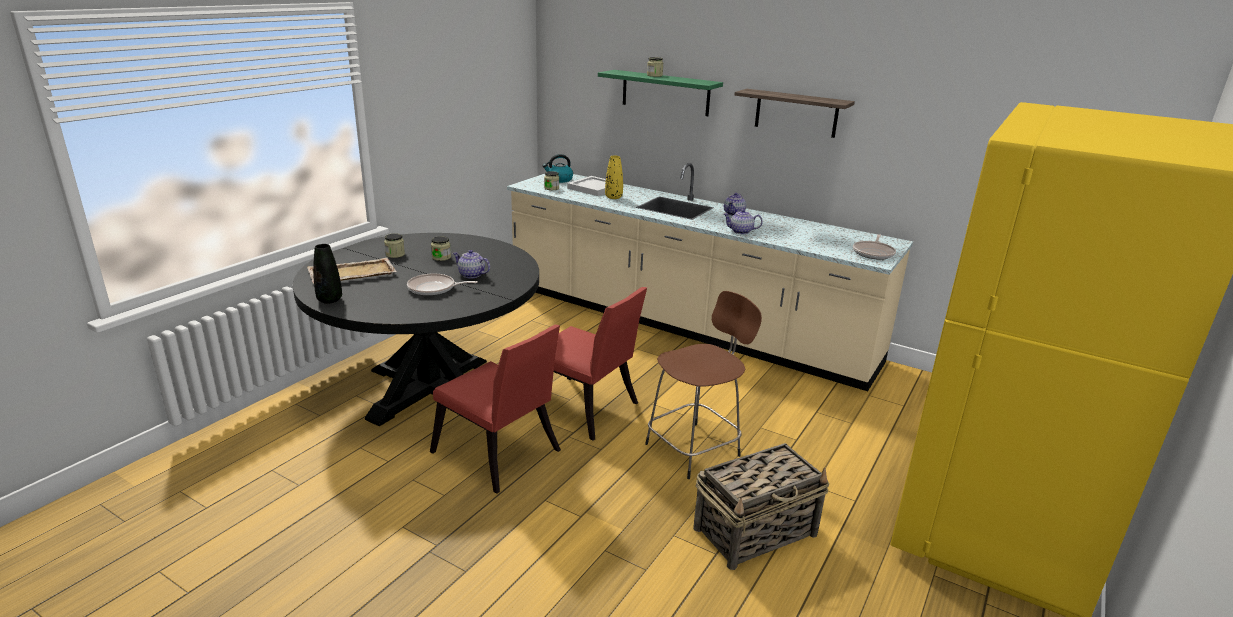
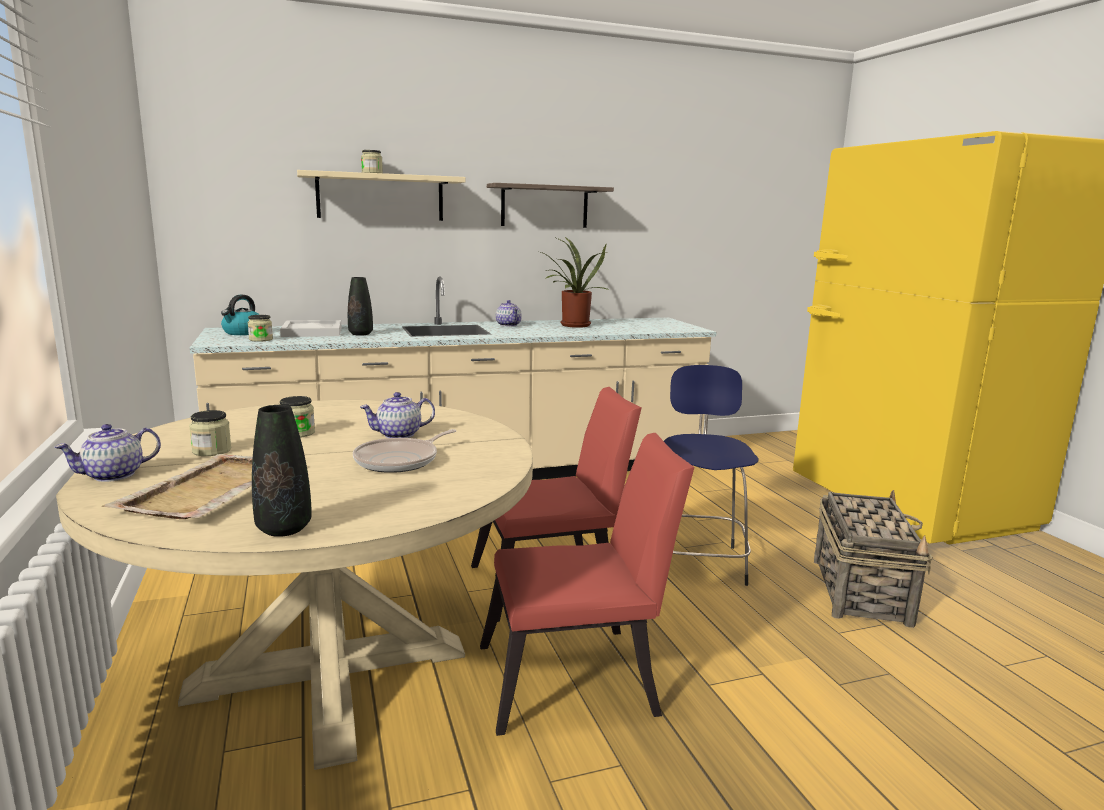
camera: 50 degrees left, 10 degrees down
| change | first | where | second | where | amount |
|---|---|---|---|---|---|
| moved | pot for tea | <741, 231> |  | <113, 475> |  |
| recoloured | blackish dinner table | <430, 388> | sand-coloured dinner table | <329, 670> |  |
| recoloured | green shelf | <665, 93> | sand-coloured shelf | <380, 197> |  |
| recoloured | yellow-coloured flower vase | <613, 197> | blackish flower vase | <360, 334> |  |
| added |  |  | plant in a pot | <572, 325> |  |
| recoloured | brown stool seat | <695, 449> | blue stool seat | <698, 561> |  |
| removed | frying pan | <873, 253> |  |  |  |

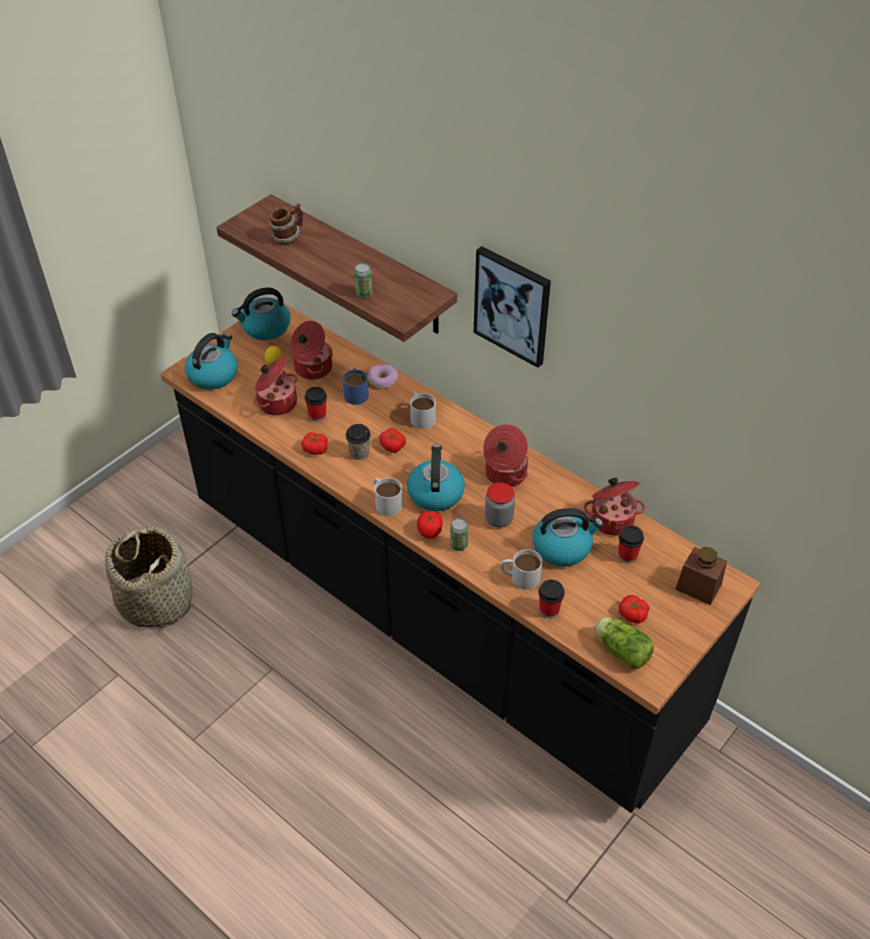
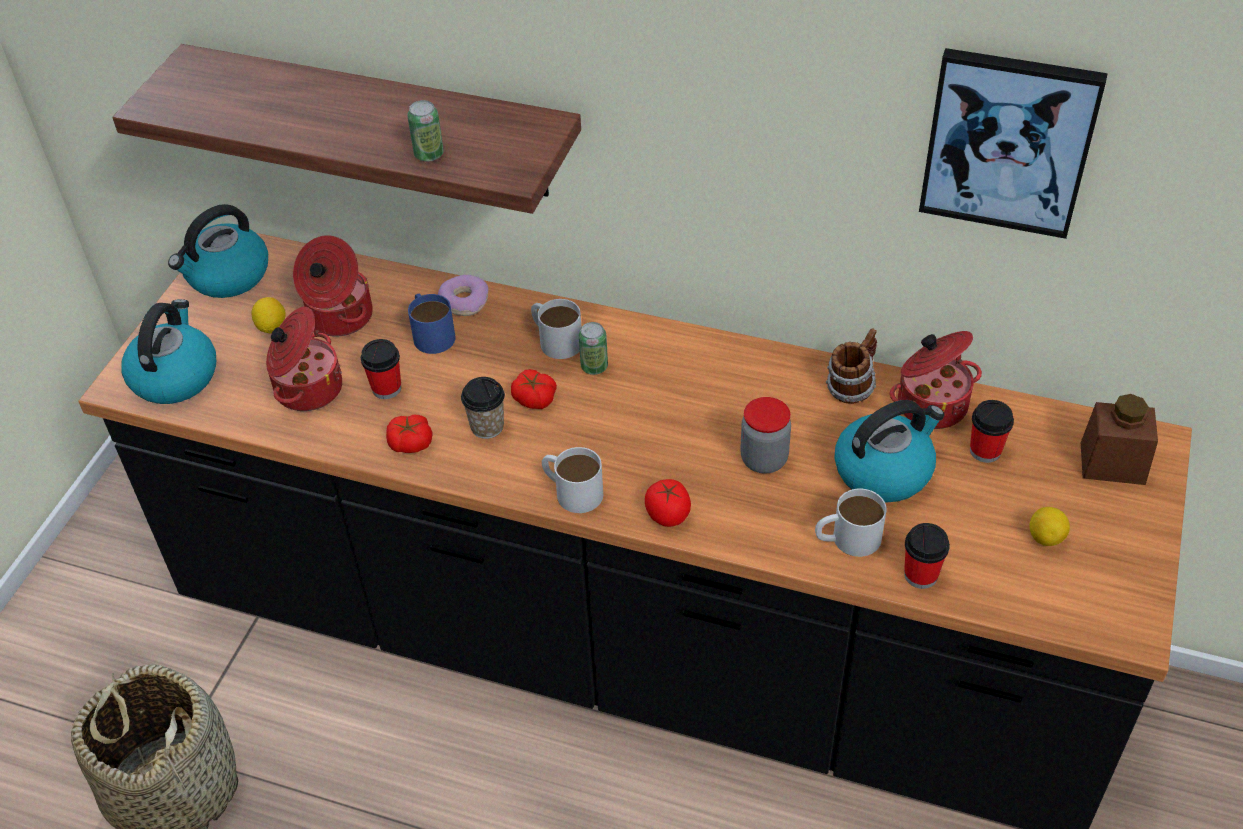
camera: 20 degrees left, 0 degrees up
| change | first | where | second | where | amount |
|---|---|---|---|---|---|
| moved | sealed can | <458, 545> |  | <594, 367> |  |
| moved | mug | <288, 237> |  | <851, 387> |  |
| moved | wall art | <512, 305> |  | <1008, 141> |  |
| replaced | fresh tomato | <632, 614> | citrus fruit | <1045, 537> |  |
| removed | tea kettle | <435, 493> |  |  |  |
| removed | cooking pot | <504, 474> |  |  |  |
| removed | head of lettuce | <620, 649> |  |  |  |

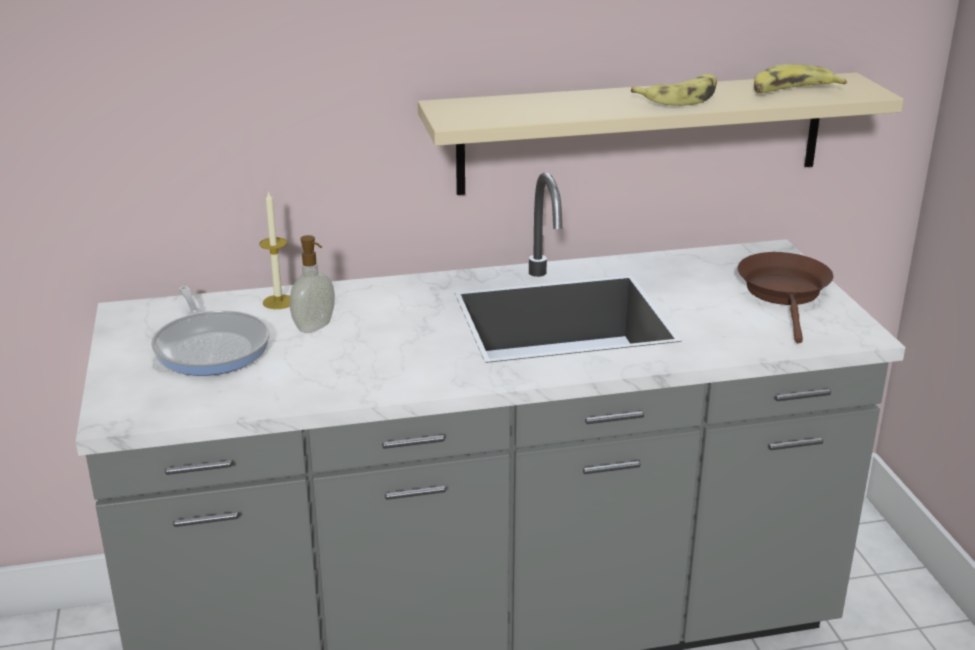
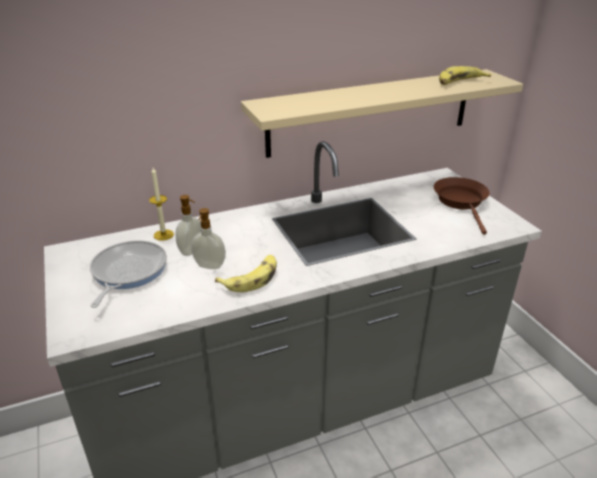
camera: 10 degrees left, 5 degrees up
| change | first | where | second | where | amount |
|---|---|---|---|---|---|
| turned | frying pan | <211, 347> |  | <127, 272> | 135 degrees counterclockwise |
| added |  |  | soap bottle | <209, 266> |  |
| moved | banana fruit | <680, 98> |  | <251, 278> |  |

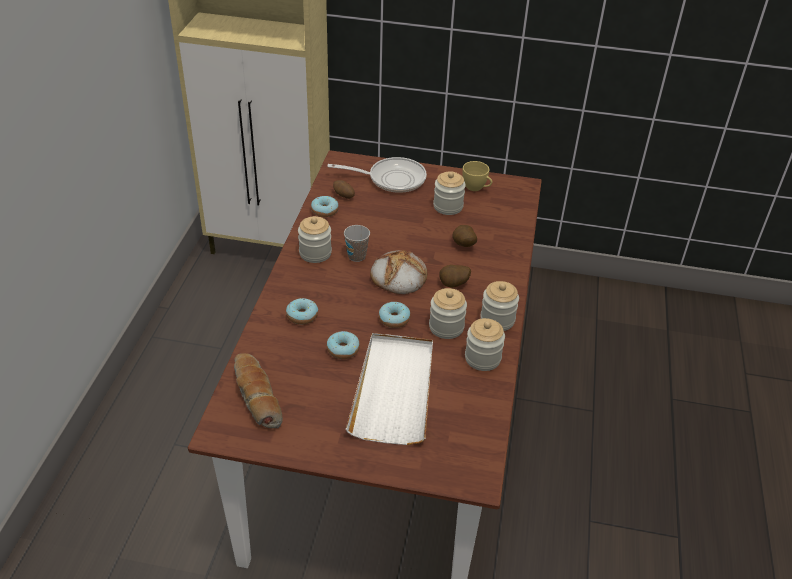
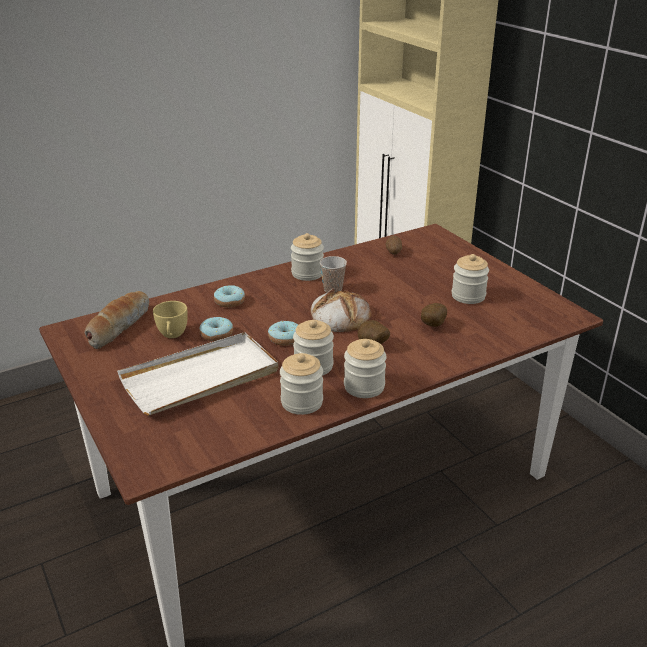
camera: 50 degrees right, 10 degrees down
| change | first | where | second | where | amount |
|---|---|---|---|---|---|
| moved | yellow-coloured cup | <476, 188> |  | <172, 335> |  |
| removed | donut | <325, 211> |  |  |  |
| removed | frying pan | <391, 179> |  |  |  |

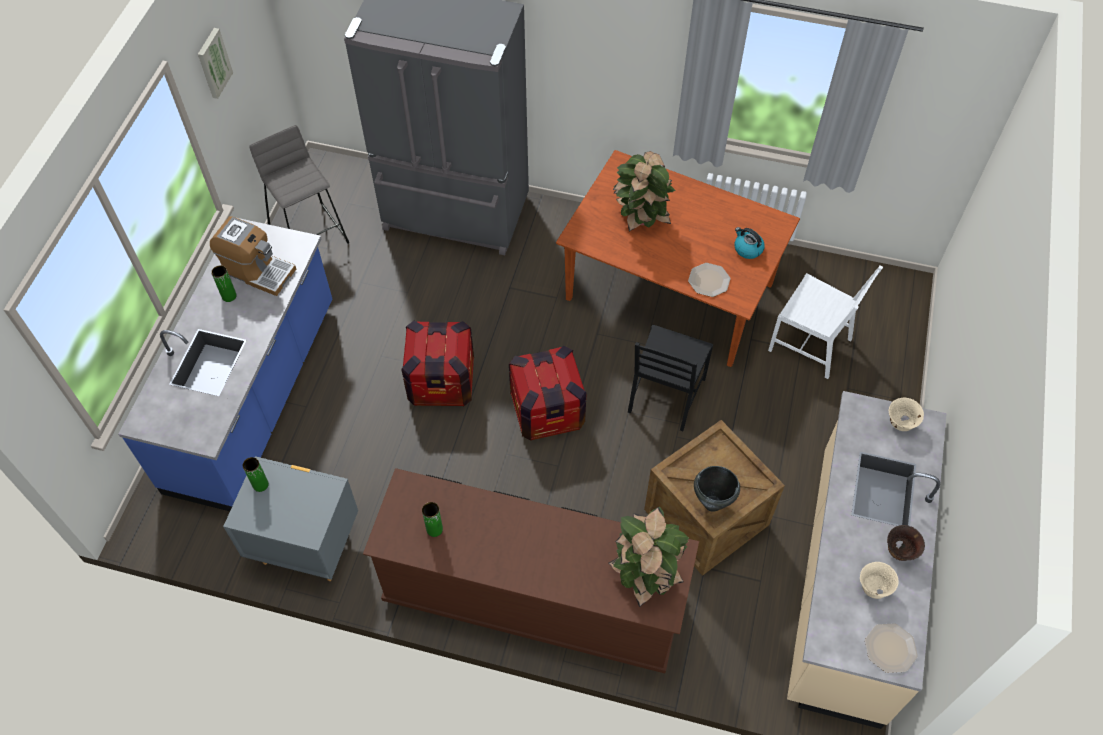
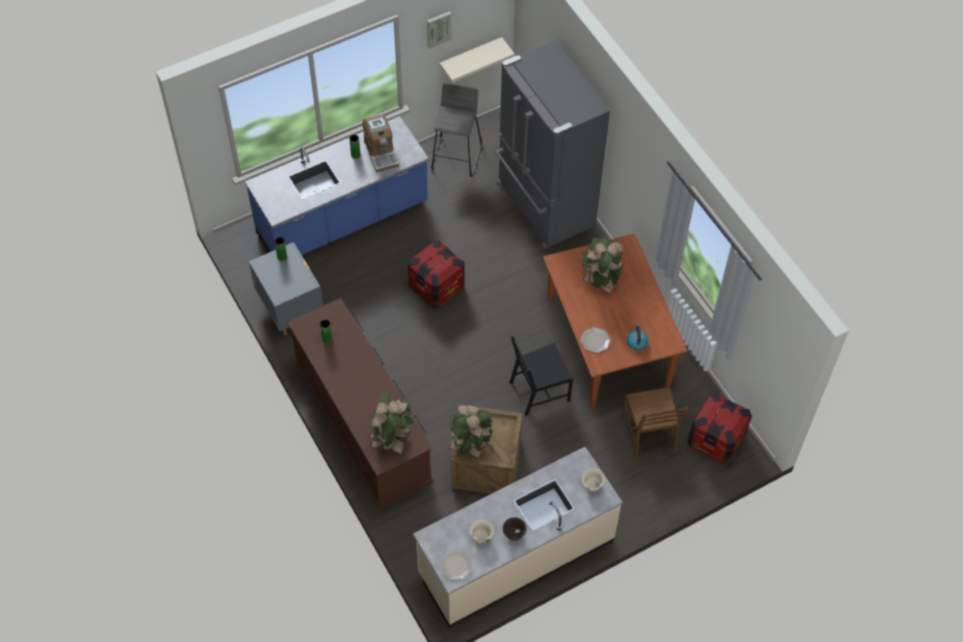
camera: 45 degrees right, 0 degrees up
| change | first | where | second | where | amount |
|---|---|---|---|---|---|
| added |  |  | sand-coloured shelf | <470, 57> |  |
| replaced | blackish cooking pot | <712, 504> | plant in a pot | <470, 446> |  |
| recoloured | whitish plain chair | <811, 344> | brown plain chair | <649, 434> |  |
| moved | crate | <547, 411> |  | <715, 440> |  |

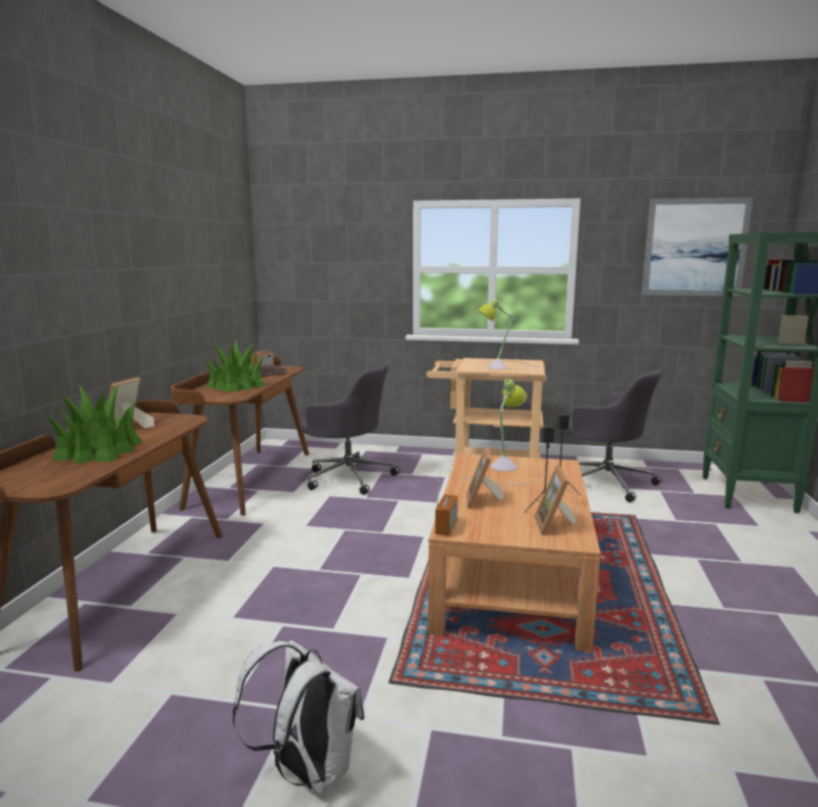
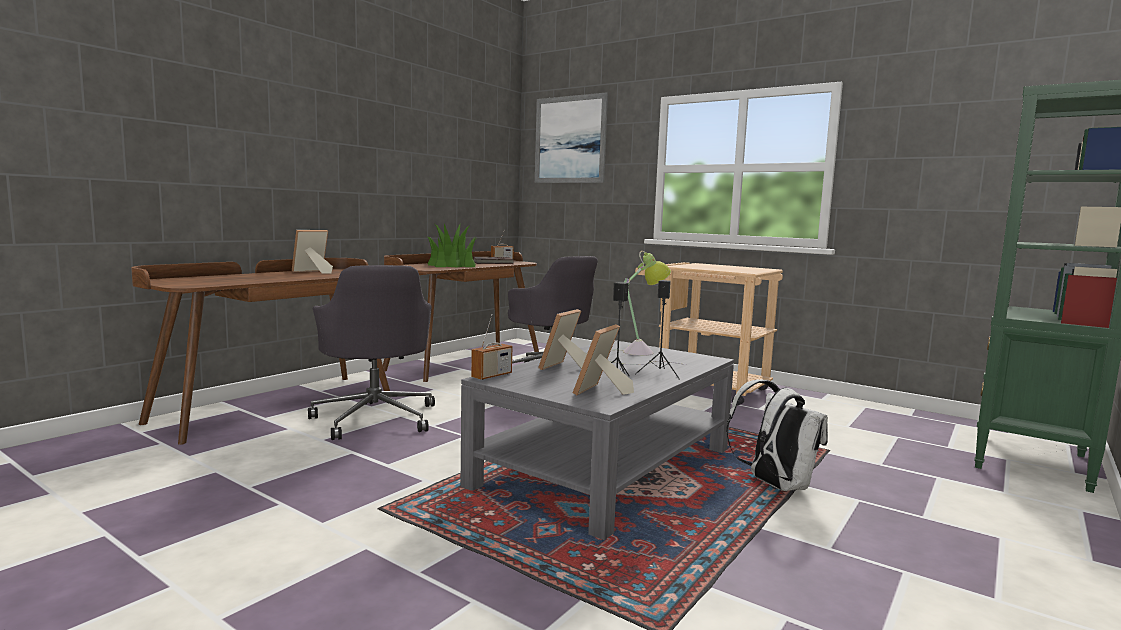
camera: 25 degrees right, 5 degrees down
| change | first | where | second | where | amount |
|---|---|---|---|---|---|
| moved | gray desk chair | <606, 482> |  | <376, 418> |  |
| recoloured | brown coffee table | <512, 577> | gray coffee table | <605, 468> |  |
| moved | wall art | <695, 247> |  | <570, 140> |  |
| moved | whitish knapsack | <307, 770> |  | <774, 485> |  |
| removed | plant in a pot | <98, 451> |  |  |  |
| removed | tabletop lamp | <502, 366> |  |  |  |

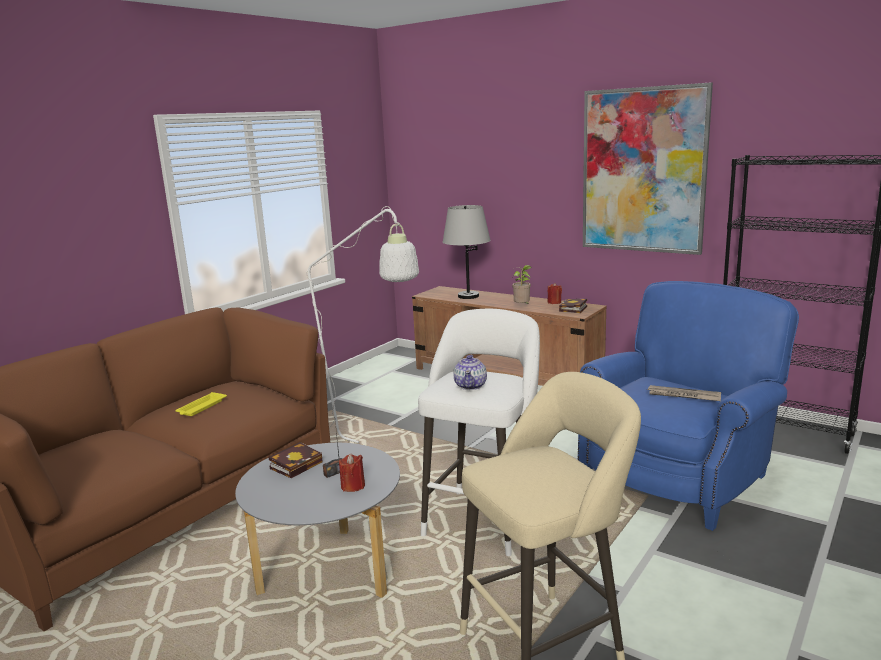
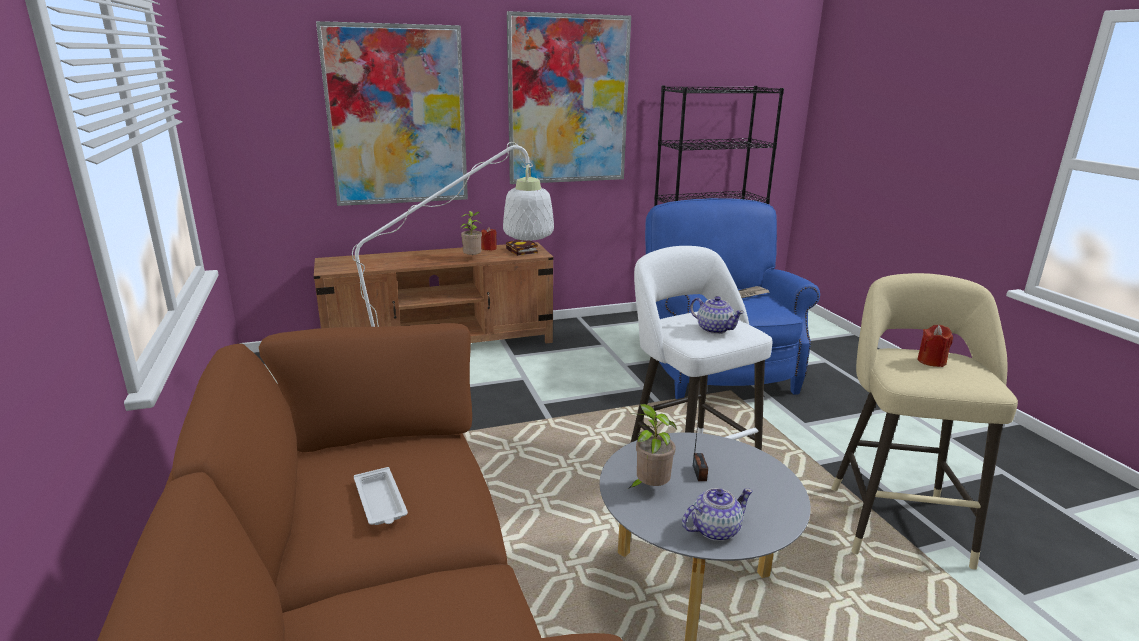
camera: 55 degrees left, 5 degrees up
| change | first | where | second | where | amount |
|---|---|---|---|---|---|
| added |  |  | wall art | <397, 116> |  |
| recoloured | yellow-coloured tray | <201, 407> | whitish tray | <380, 502> |  |
| replaced | bound book | <297, 464> | plant in a pot | <649, 488> |  |
| added |  |  | pot for tea | <714, 529> |  |
| moved | red candle | <353, 486> |  | <931, 361> |  |
| removed | gray tabletop lamp | <468, 296> |  |  |  |

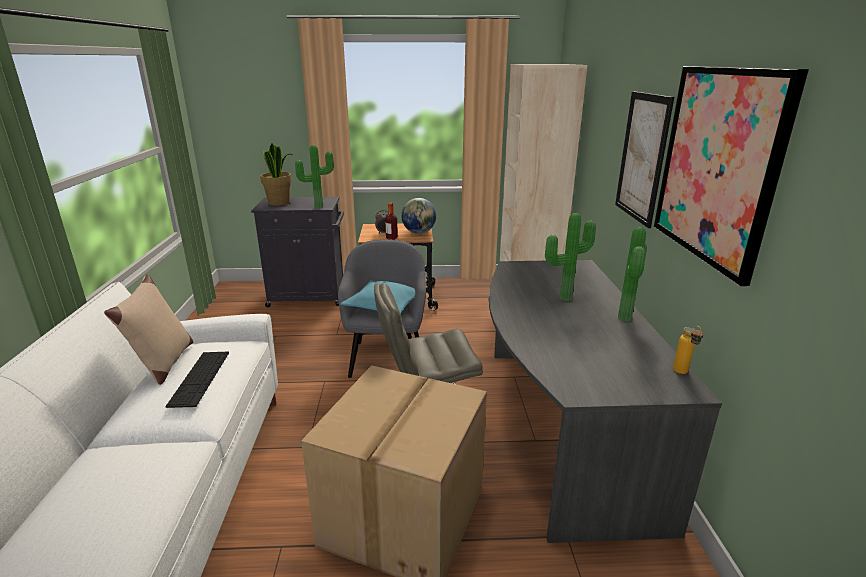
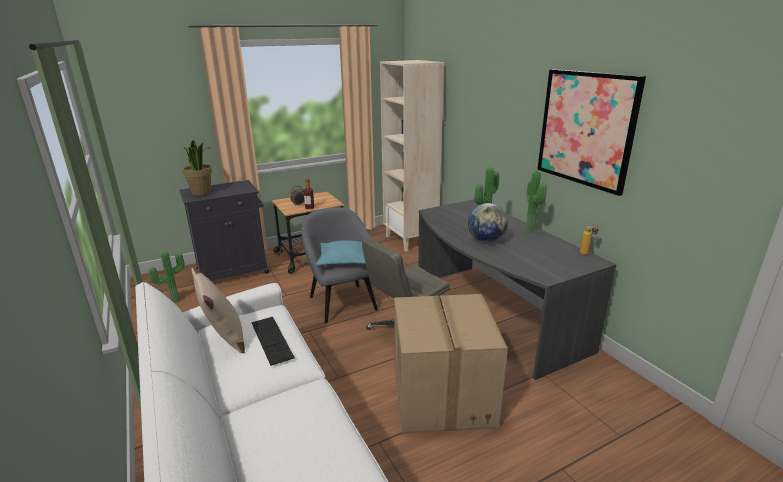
camera: 25 degrees left, 0 degrees up
| change | first | where | second | where | amount |
|---|---|---|---|---|---|
| moved | plant in a pot | <318, 206> |  | <174, 300> |  |
| moved | globe | <419, 232> |  | <486, 240> |  |
| removed | wall art | <642, 157> |  |  |  |

